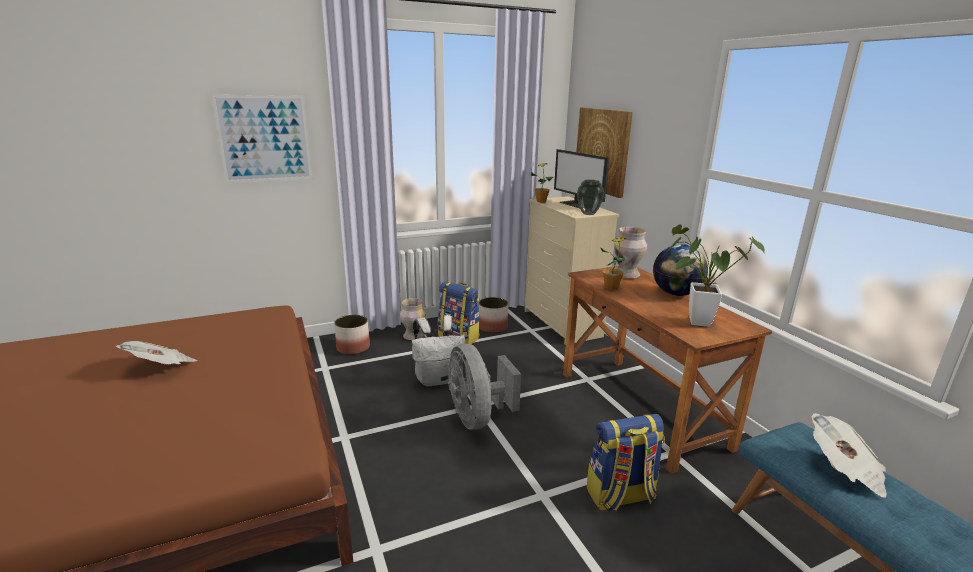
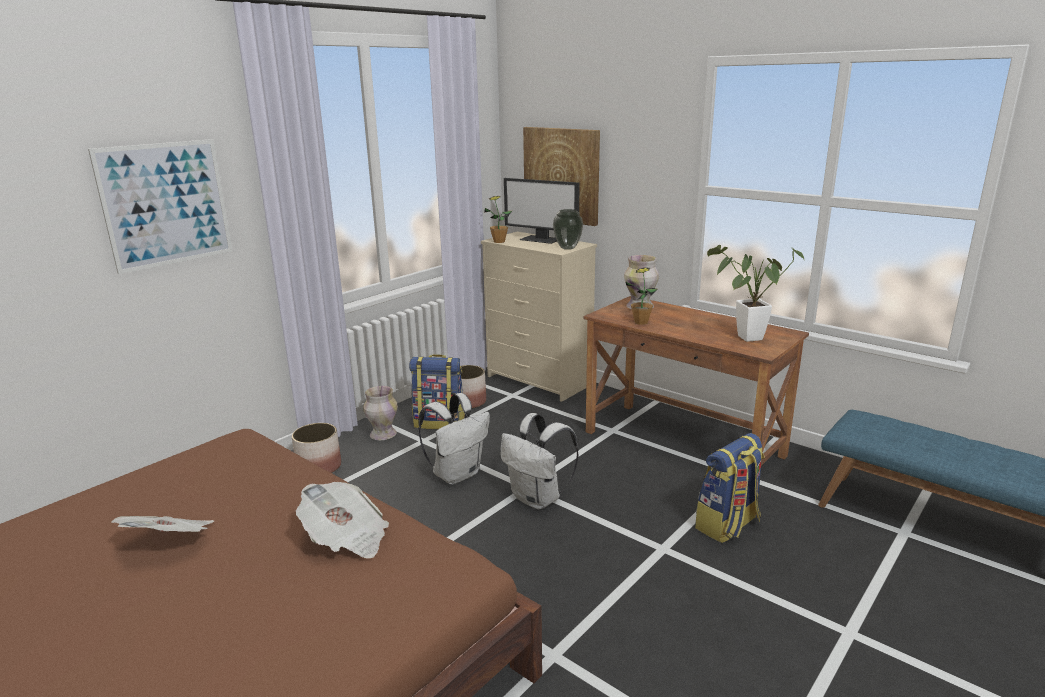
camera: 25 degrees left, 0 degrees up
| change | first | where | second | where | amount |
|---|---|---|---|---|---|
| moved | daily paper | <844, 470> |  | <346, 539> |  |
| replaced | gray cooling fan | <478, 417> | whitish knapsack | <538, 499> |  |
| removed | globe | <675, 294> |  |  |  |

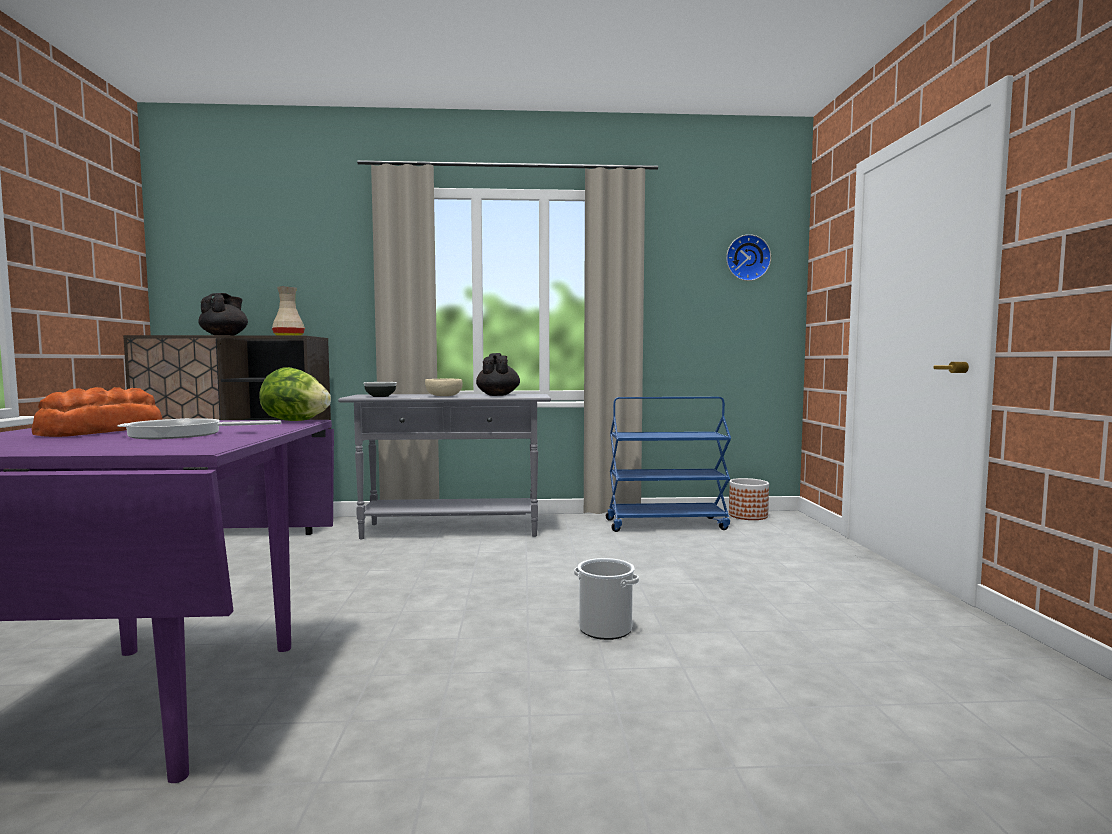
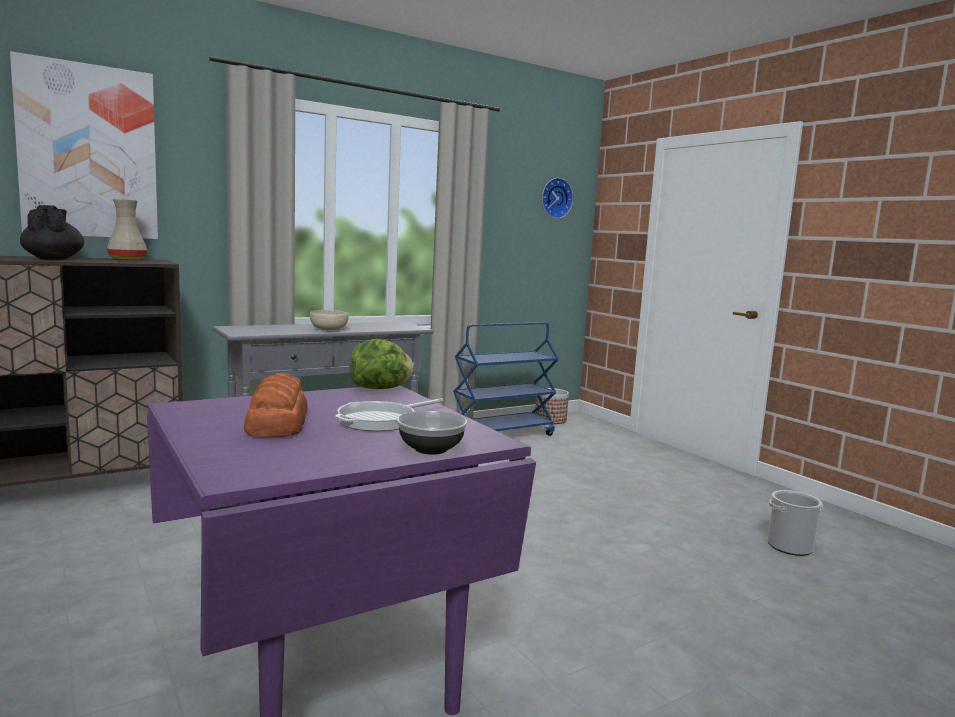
camera: 30 degrees left, 5 degrees up
| change | first | where | second | where | amount |
|---|---|---|---|---|---|
| added |  |  | wall art | <88, 152> |  |
| moved | deep dish | <380, 396> |  | <430, 449> |  |
| moved | pail | <605, 629> |  | <789, 546> |  |
| removed | blackish pot for tea | <498, 395> |  |  |  |

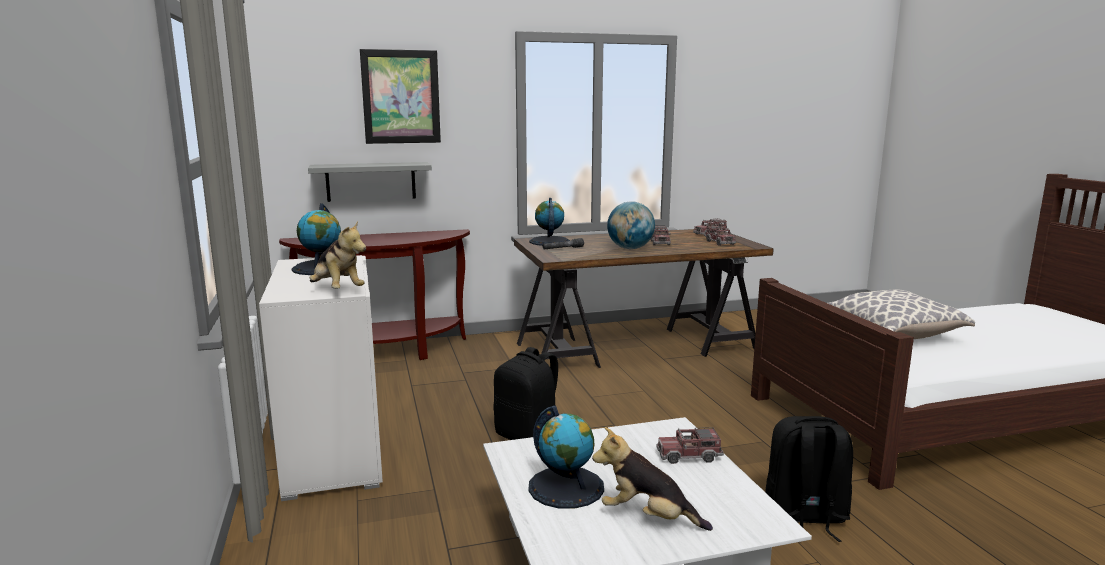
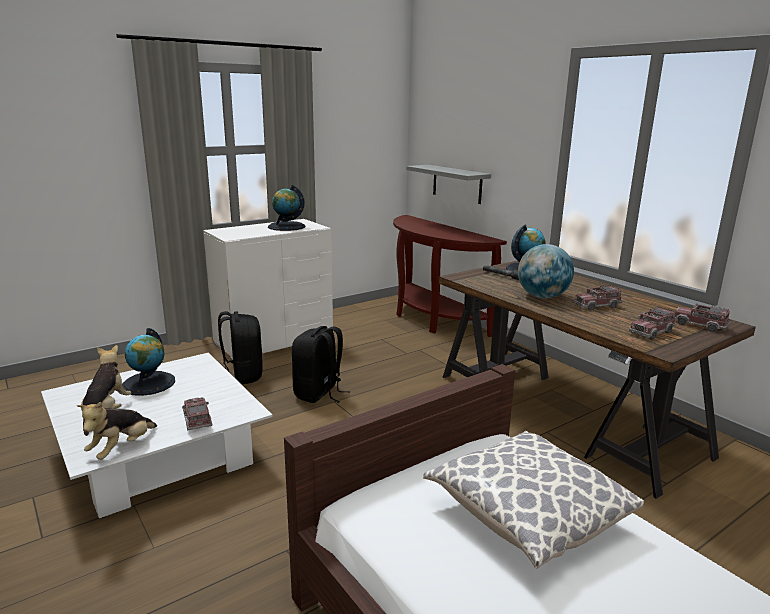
camera: 70 degrees right, 5 degrees up
| change | first | where | second | where | amount |
|---|---|---|---|---|---|
| moved | cuddly toy | <337, 290> |  | <121, 448> |  |
| moved | blackish knapsack | <805, 517> |  | <242, 375> |  |
| removed | wall art | <401, 97> |  |  |  |

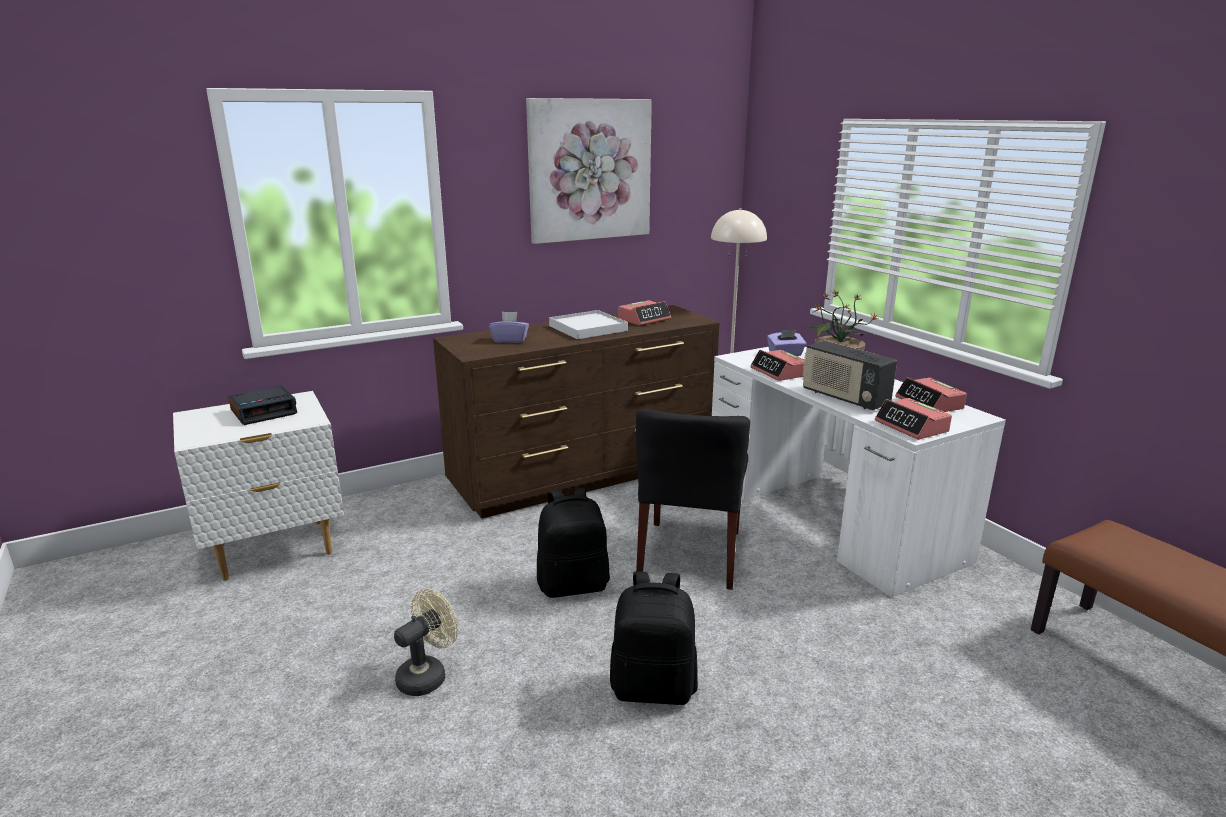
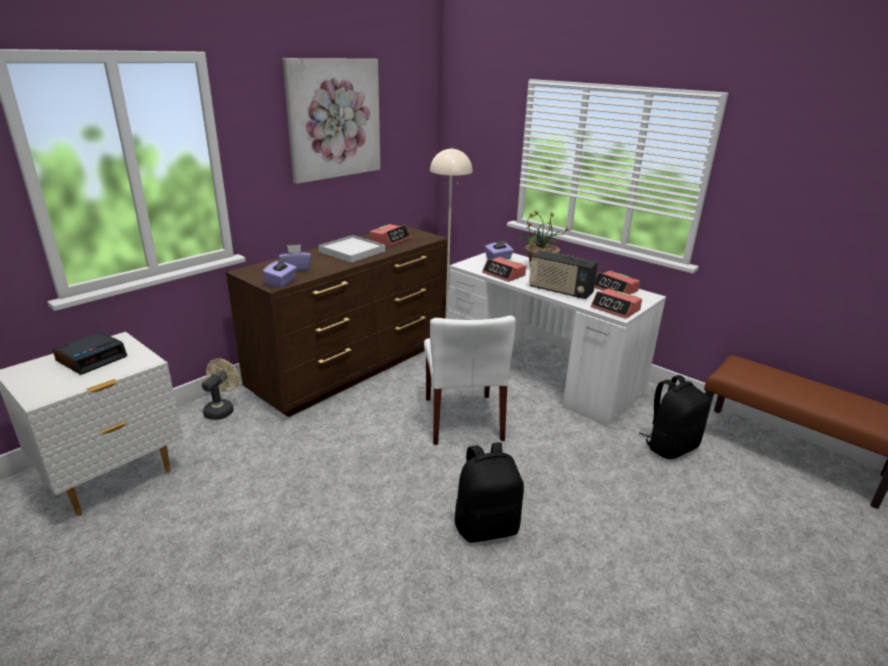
camera: 20 degrees left, 5 degrees up
| change | first | where | second | where | amount |
|---|---|---|---|---|---|
| moved | sand-coloured cooling fan | <427, 675> |  | <222, 409> |  |
| added |  |  | purple-coloured tissue box | <281, 283> |  |
| recoloured | blackish plain chair | <690, 554> | whitish plain chair | <463, 419> |  |
| moved | blackish knapsack | <573, 585> |  | <670, 446> |  |

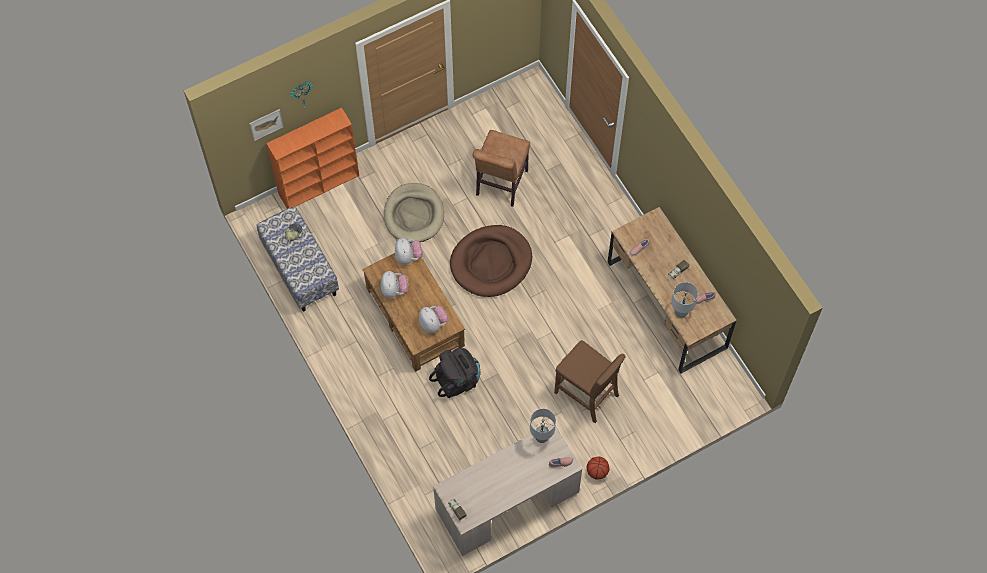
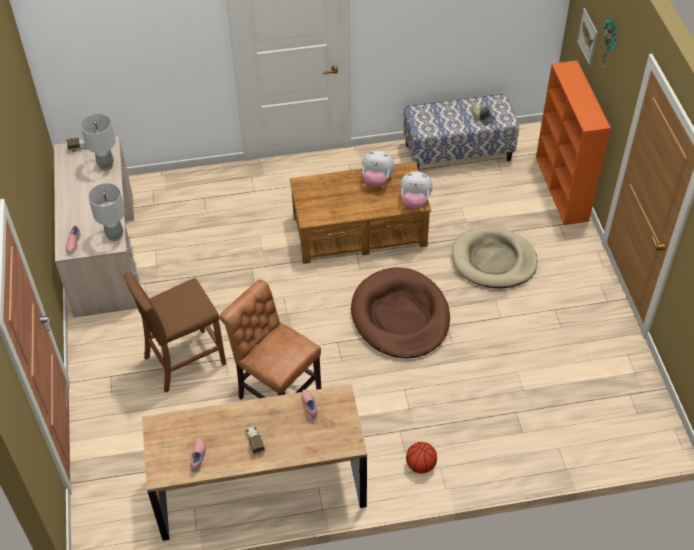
camera: 110 degrees right, 15 degrees down
| change | first | where | second | where | amount |
|---|---|---|---|---|---|
| moved | gray tabletop lamp | <680, 312> |  | <106, 165> |  |
| moved | brown plain chair | <500, 185> |  | <276, 393> |  |
| moved | ball for basketball | <597, 471> |  | <421, 465> |  |
| removed | cuddly toy | <433, 324> |  |  |  |
| removed | blackish knapsack | <457, 380> |  |  |  |

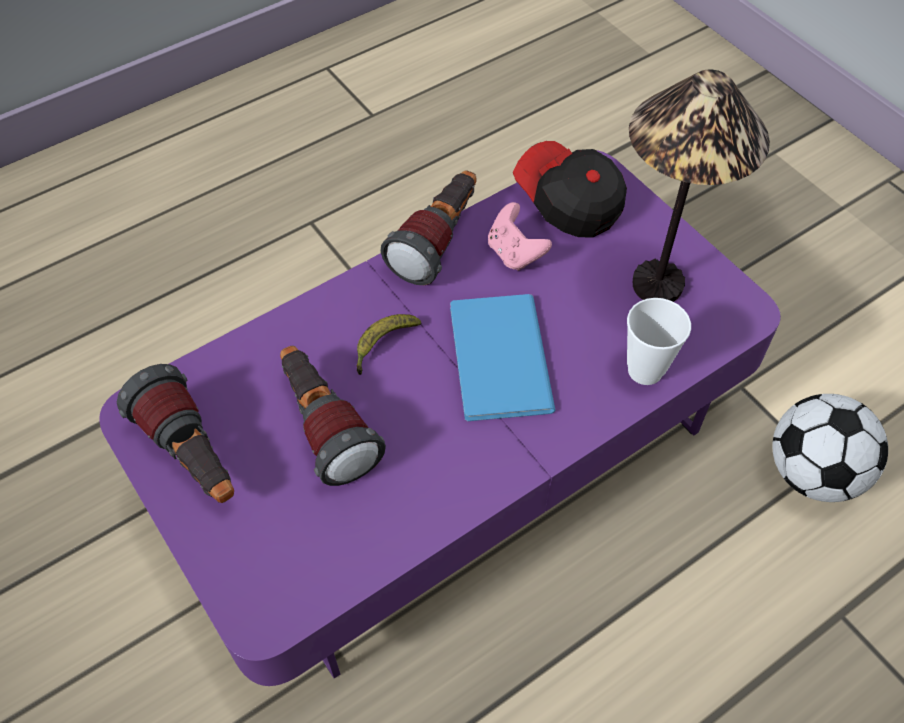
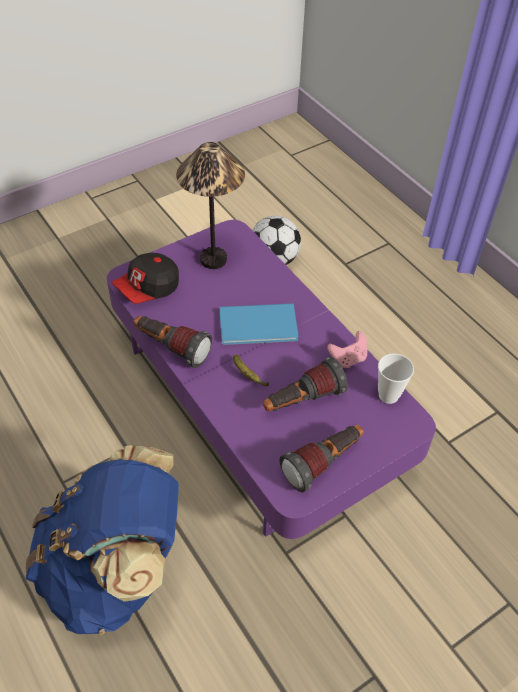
camera: 90 degrees left, 5 degrees down
| change | first | where | second | where | amount |
|---|---|---|---|---|---|
| added |  |  | blue knapsack | <116, 570> |  |
| moved | pink-coloured gamepad | <514, 253> |  | <348, 359> |  |
| moved | cup | <645, 370> |  | <388, 395> |  |

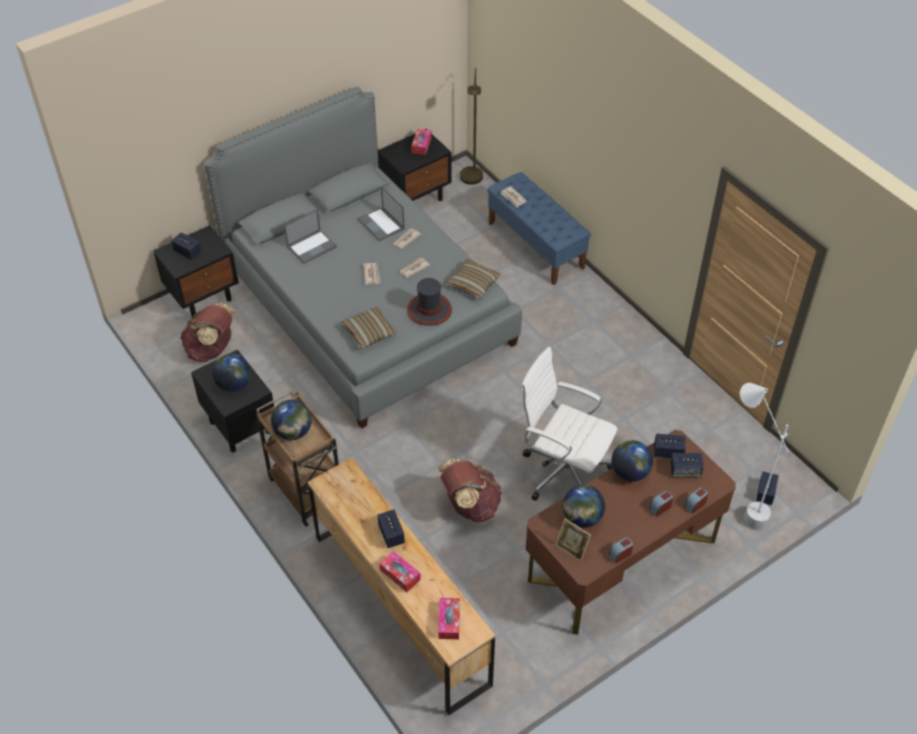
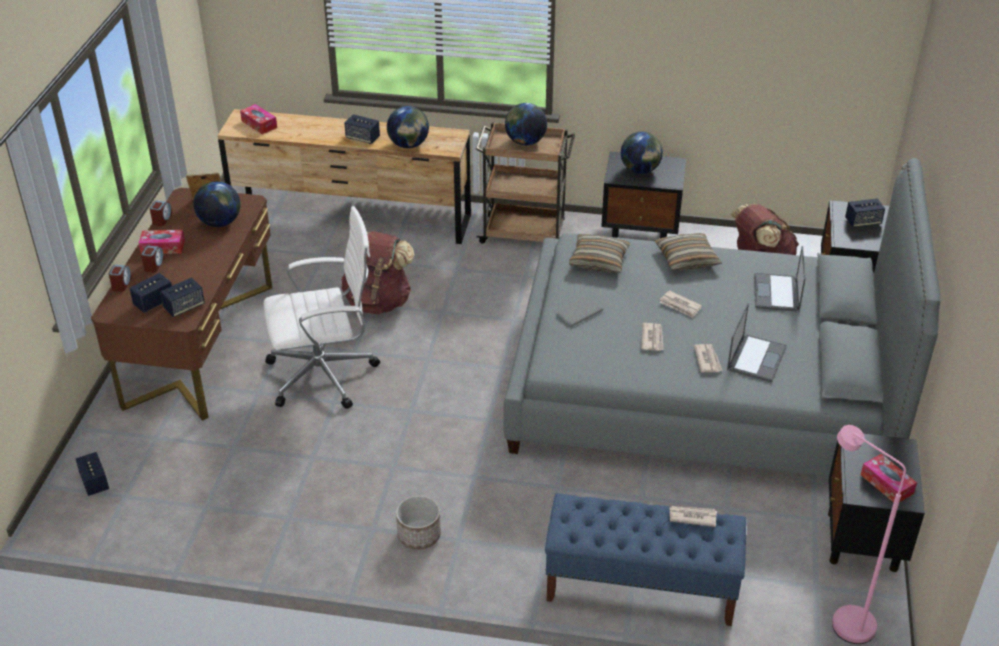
camera: 135 degrees right, 10 degrees down
| change | first | where | second | where | amount |
|---|---|---|---|---|---|
| moved | tissue box | <400, 575> |  | <163, 247> |  |
| moved | globe | <630, 472> |  | <408, 145> |  |
| added |  |  | plant pot | <419, 535> |  |
| replaced | wearable hat | <429, 310> | gray bound book | <577, 312> |  |
| moved | throw pillow | <473, 284> |  | <687, 259> |  |
| turned | laptop | <381, 224> |  | <756, 358> | 105 degrees clockwise |
| recoloured | brown standard lamp | <472, 181> | pink-coloured standard lamp | <842, 620> |  |
| removed | whitish standard lamp | <740, 507> |  |  |  |

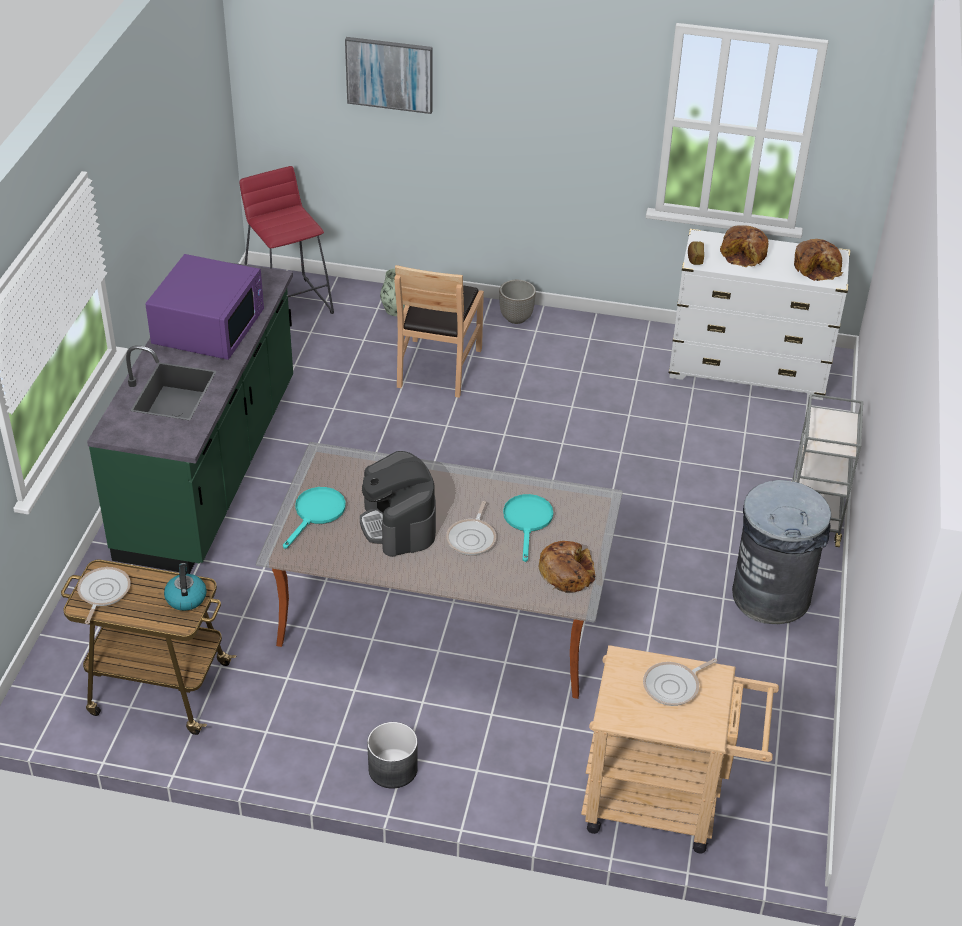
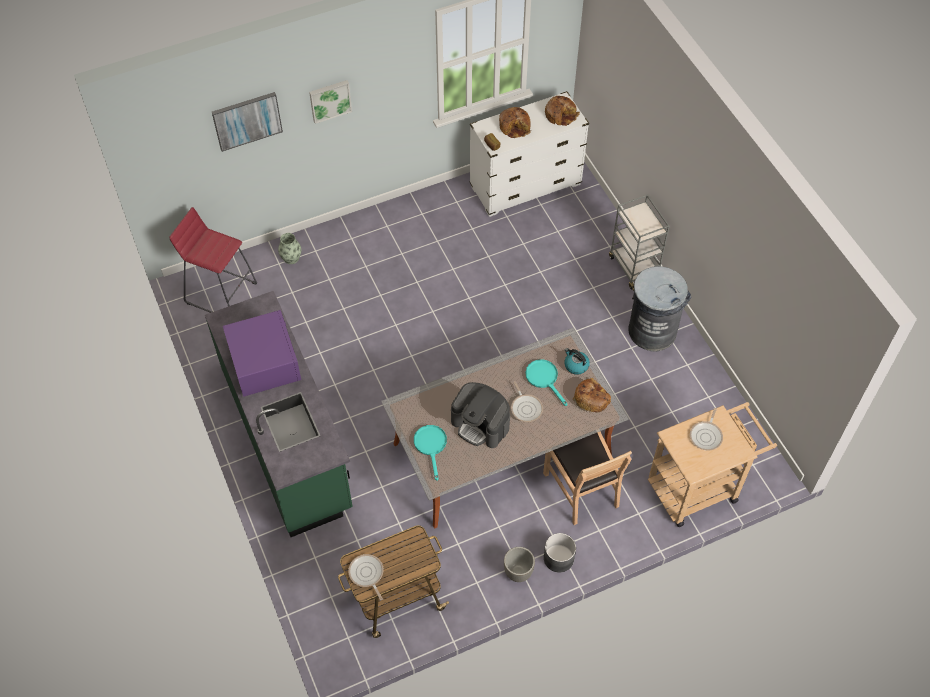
camera: 35 degrees left, 15 degrees up
| change | first | where | second | where | amount |
|---|---|---|---|---|---|
| added |  |  | wall art | <330, 100> |  |
| moved | plant pot | <515, 318> |  | <518, 573> |  |
| moved | brown plain chair | <438, 367> |  | <581, 489> |  |
| moved | tea kettle | <186, 598> |  | <575, 365> |  |

